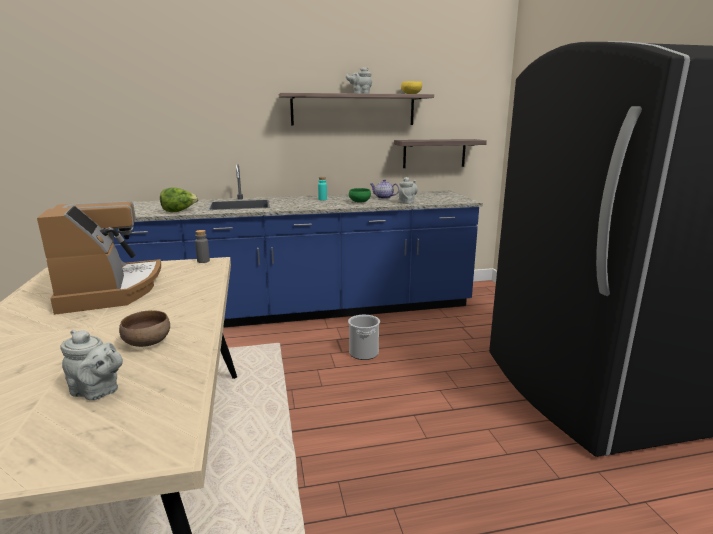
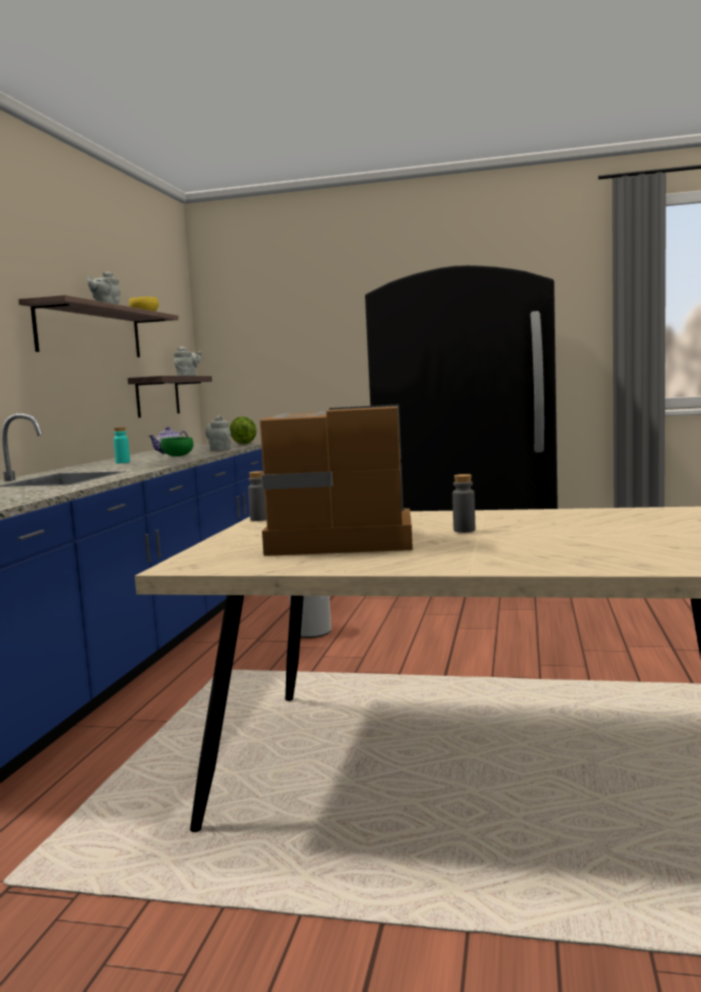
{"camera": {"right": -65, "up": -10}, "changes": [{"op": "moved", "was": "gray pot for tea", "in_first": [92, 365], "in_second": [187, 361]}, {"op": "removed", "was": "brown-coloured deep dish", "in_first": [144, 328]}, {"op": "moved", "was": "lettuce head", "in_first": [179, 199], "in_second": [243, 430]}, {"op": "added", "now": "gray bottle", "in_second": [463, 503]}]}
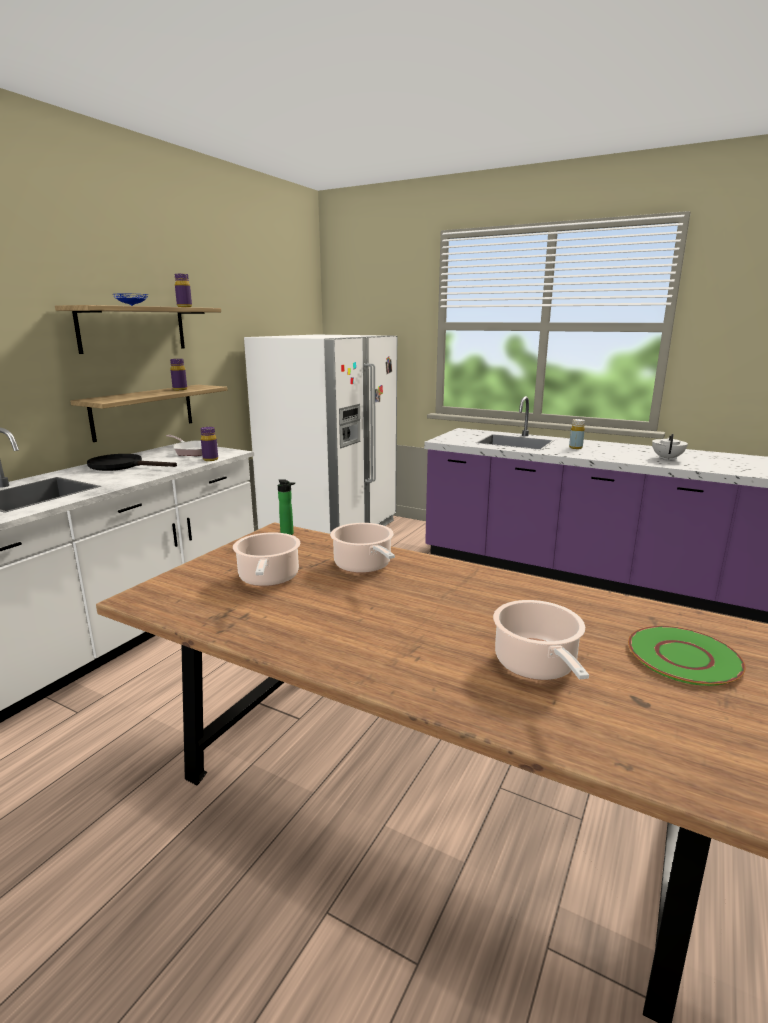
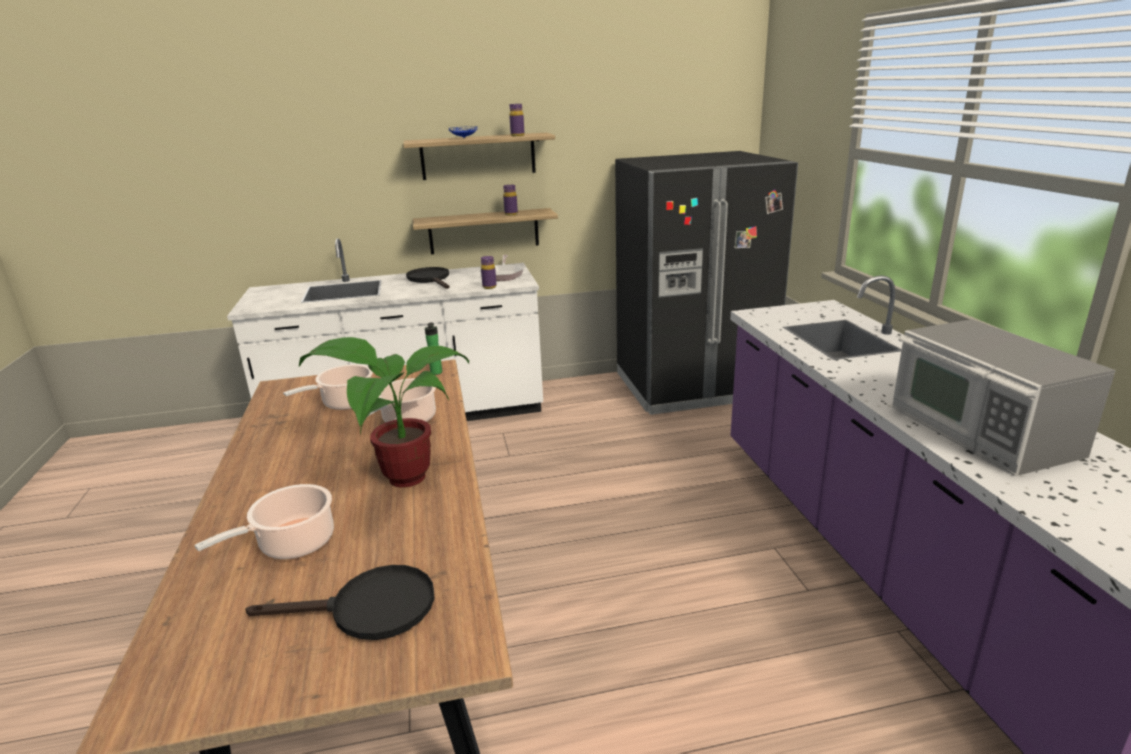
{"camera": {"right": 50, "up": 5}, "changes": [{"op": "recoloured", "was": "white-coloured kitchen fridge", "now": "black kitchen fridge", "in_first": [320, 434], "in_second": [706, 283]}, {"op": "removed", "was": "yellowish bottle", "in_first": [577, 434]}, {"op": "replaced", "was": "green plate", "now": "black frying pan", "in_first": [686, 656], "in_second": [339, 602]}, {"op": "replaced", "was": "white-coloured pot for tea", "now": "microwave oven", "in_first": [670, 447], "in_second": [1004, 397]}, {"op": "added", "now": "potted plant", "in_second": [384, 412]}]}
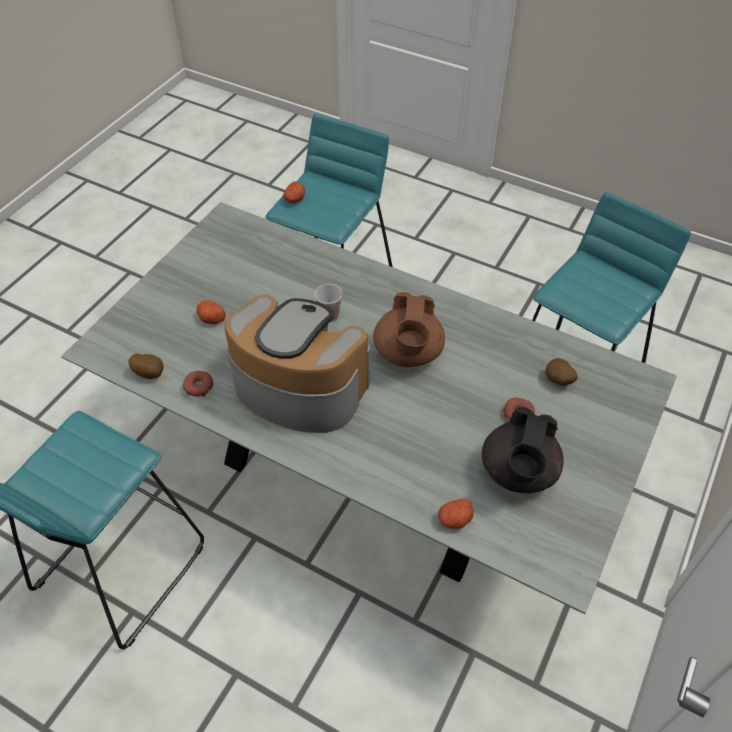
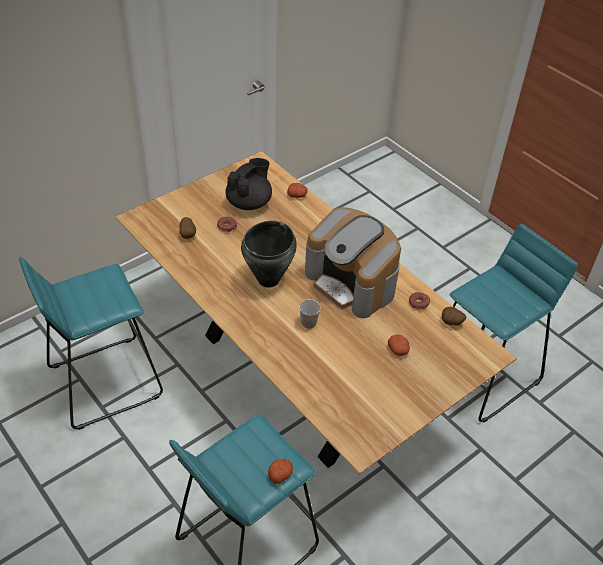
{"camera": {"right": -160, "up": -5}, "changes": [{"op": "recoloured", "was": "gray dinner table", "now": "brown-coloured dinner table", "in_first": [369, 408], "in_second": [316, 312]}, {"op": "replaced", "was": "brown-coloured pot for tea", "now": "black stockpot", "in_first": [409, 329], "in_second": [269, 254]}]}
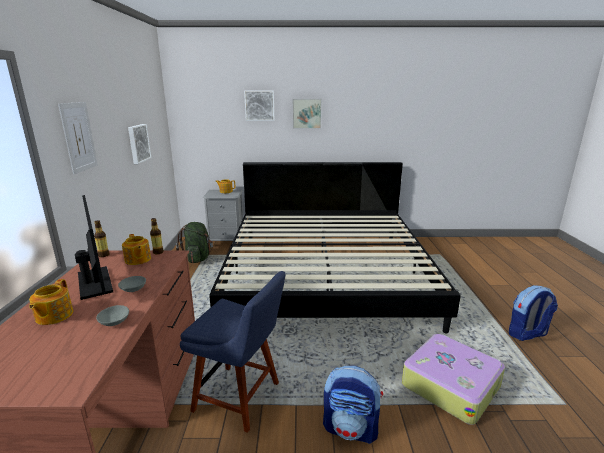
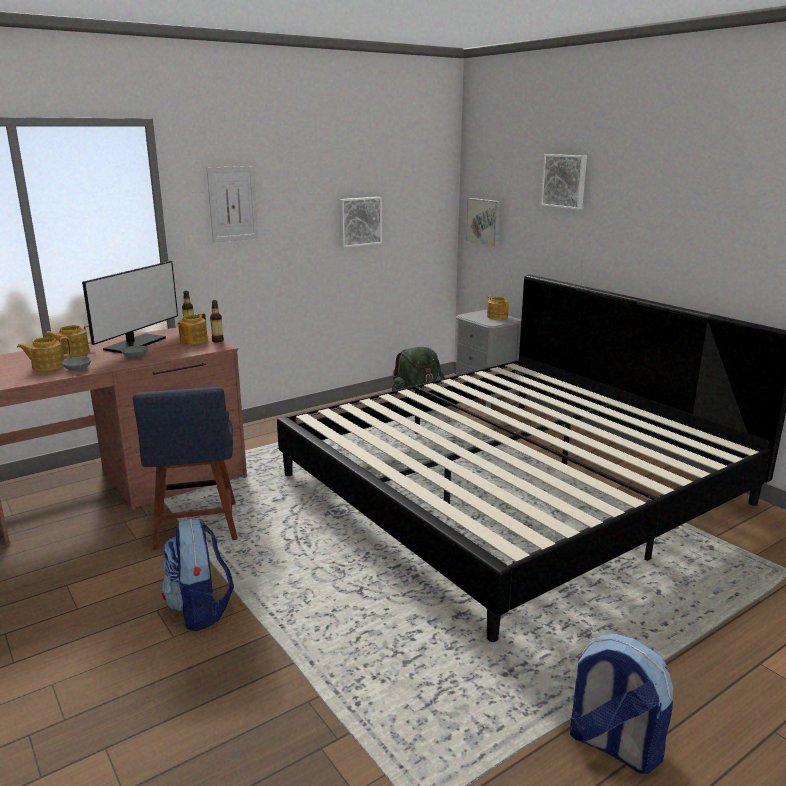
{"camera": {"right": 55, "up": 0}, "changes": [{"op": "moved", "was": "wall picture", "in_first": [307, 114], "in_second": [483, 222]}, {"op": "removed", "was": "suitcase", "in_first": [453, 379]}, {"op": "added", "now": "pot for tea", "in_second": [44, 354]}]}
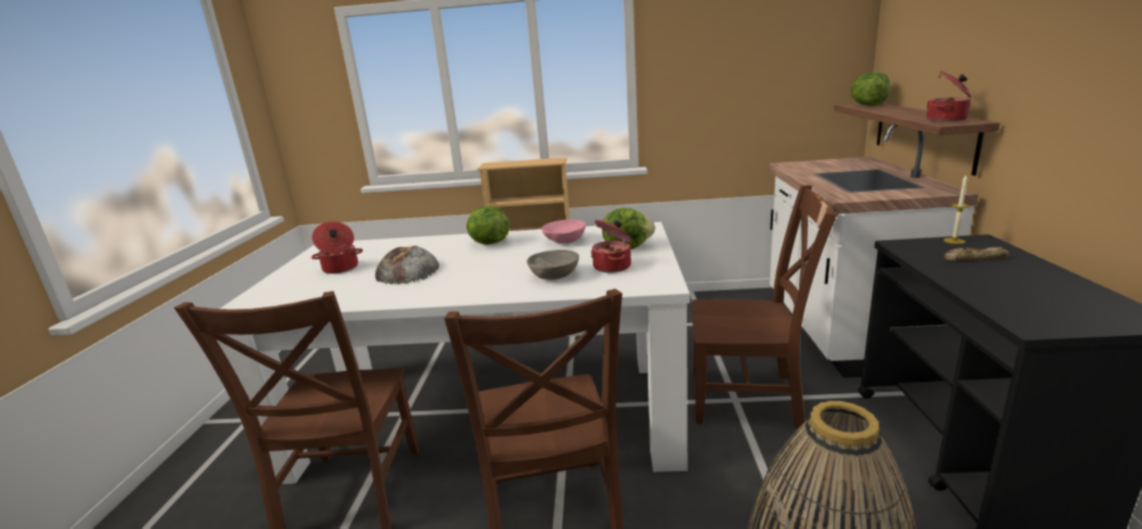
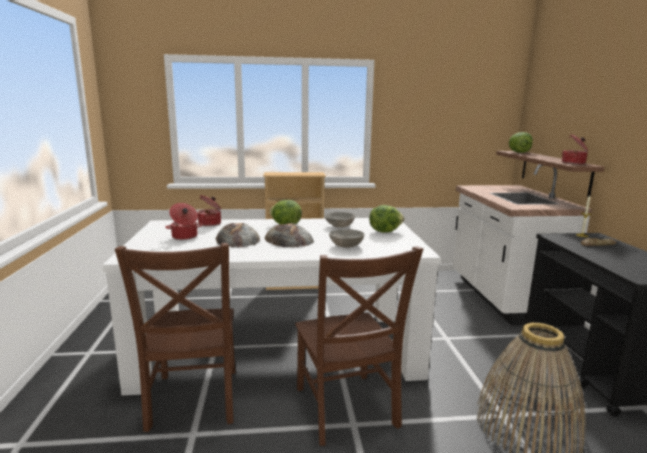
{"camera": {"right": -10, "up": -5}, "changes": [{"op": "recoloured", "was": "pinkish deep dish", "now": "gray deep dish", "in_first": [563, 232], "in_second": [340, 219]}, {"op": "moved", "was": "stockpot", "in_first": [611, 246], "in_second": [209, 210]}, {"op": "removed", "was": "brown-coloured chair", "in_first": [765, 307]}, {"op": "added", "now": "bread", "in_second": [289, 235]}]}
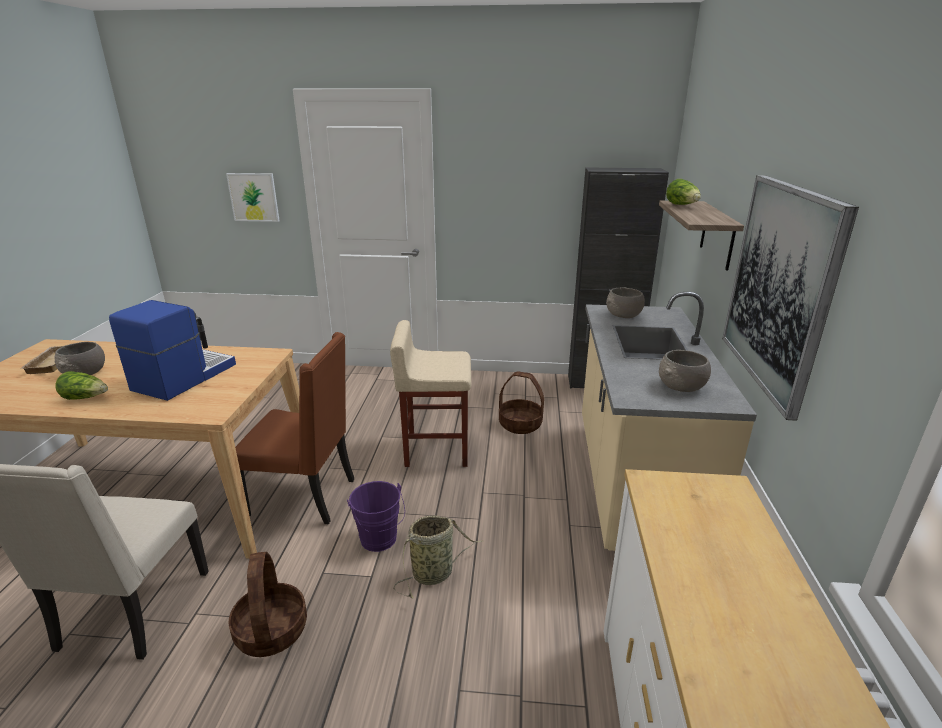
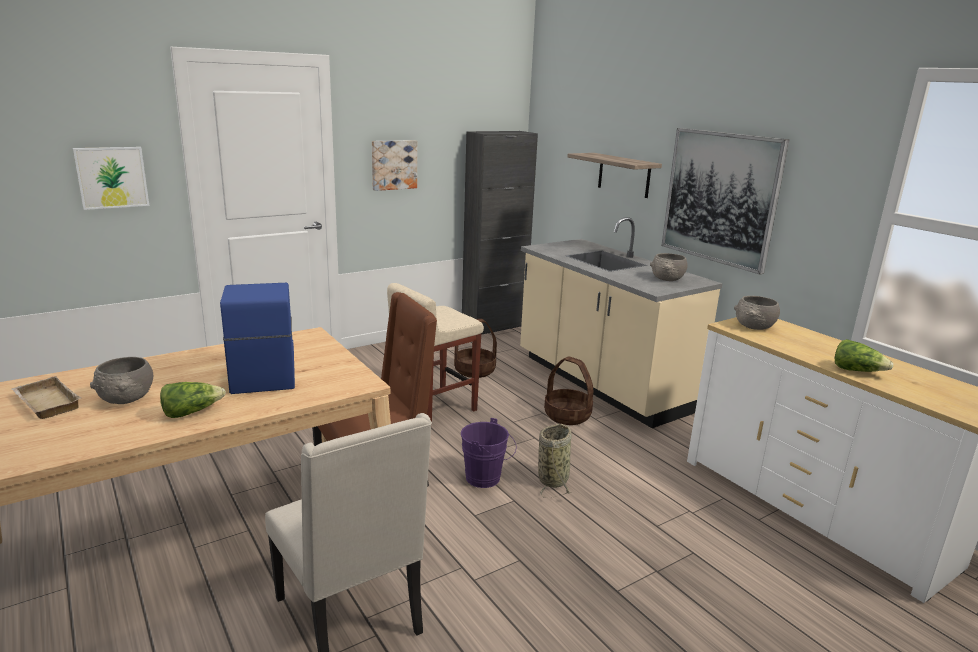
{"camera": {"right": -40, "up": -5}, "changes": [{"op": "moved", "was": "household basket", "in_first": [267, 604], "in_second": [569, 391]}, {"op": "moved", "was": "gray deep dish", "in_first": [625, 302], "in_second": [757, 313]}, {"op": "moved", "was": "lettuce head", "in_first": [683, 192], "in_second": [864, 355]}, {"op": "added", "now": "wall picture", "in_second": [394, 165]}]}
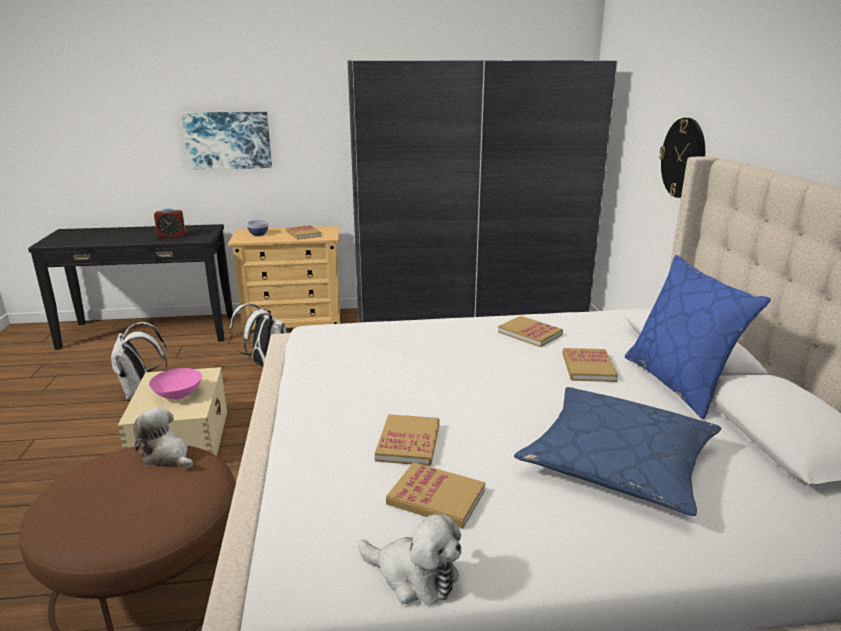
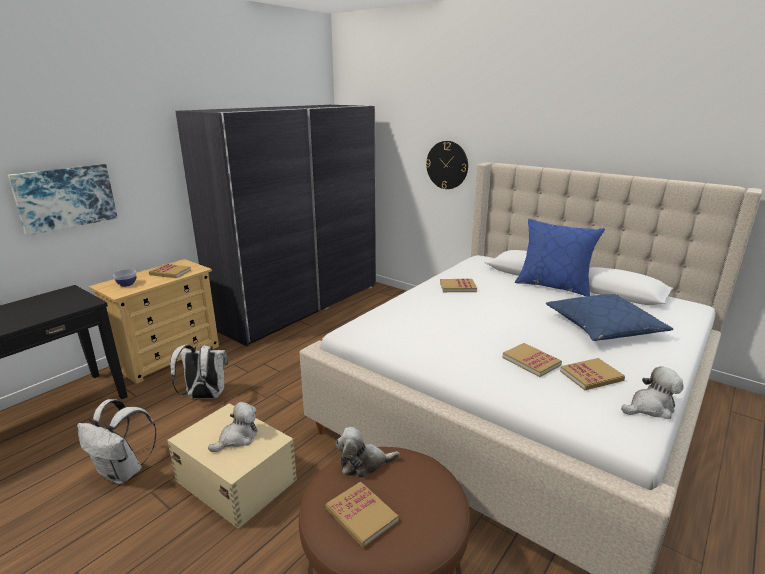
{"camera": {"right": -45, "up": 0}, "changes": [{"op": "replaced", "was": "pinkish deep dish", "now": "soft toy", "in_first": [175, 384], "in_second": [233, 426]}, {"op": "removed", "was": "bedside clock", "in_first": [170, 223]}, {"op": "moved", "was": "volume", "in_first": [590, 365], "in_second": [362, 515]}]}
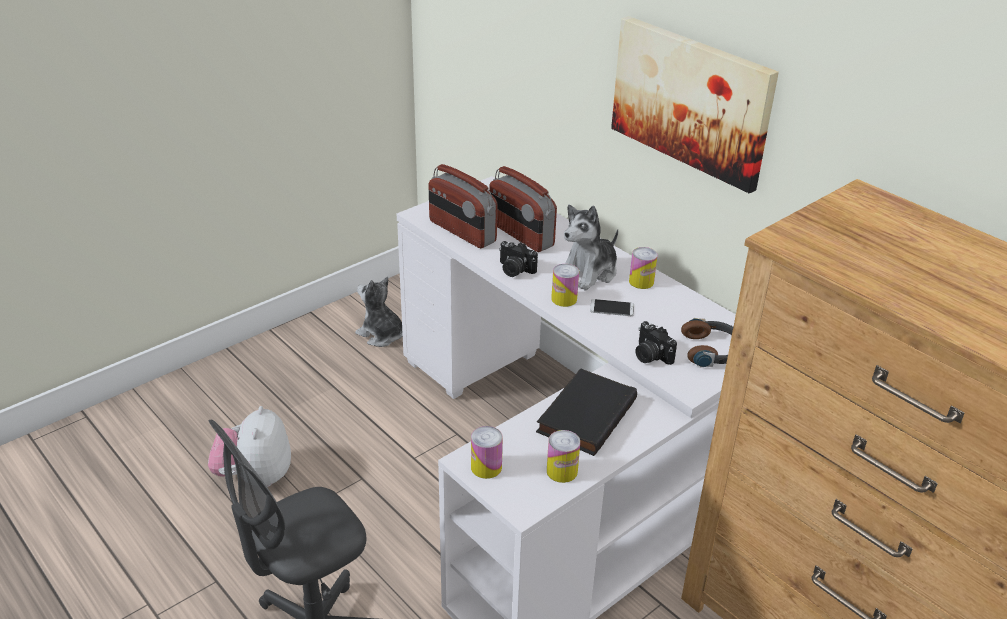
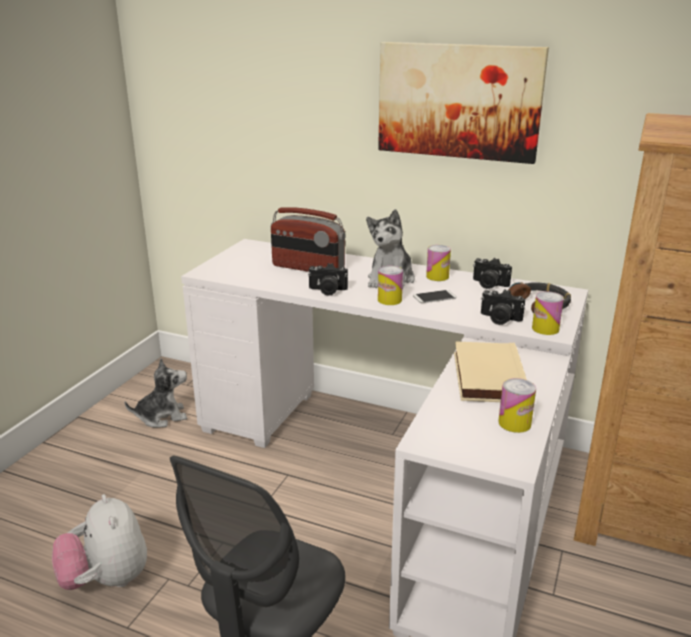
{"camera": {"right": -25, "up": -10}, "changes": [{"op": "turned", "was": "soft toy", "in_first": [379, 312], "in_second": [155, 393], "clockwise": 150}, {"op": "removed", "was": "radio", "in_first": [463, 206]}, {"op": "moved", "was": "metal can", "in_first": [487, 452], "in_second": [548, 313]}, {"op": "recoloured", "was": "black volume", "now": "beige-coloured volume", "in_first": [586, 412], "in_second": [490, 371]}, {"op": "added", "now": "still camera", "in_second": [492, 273]}]}
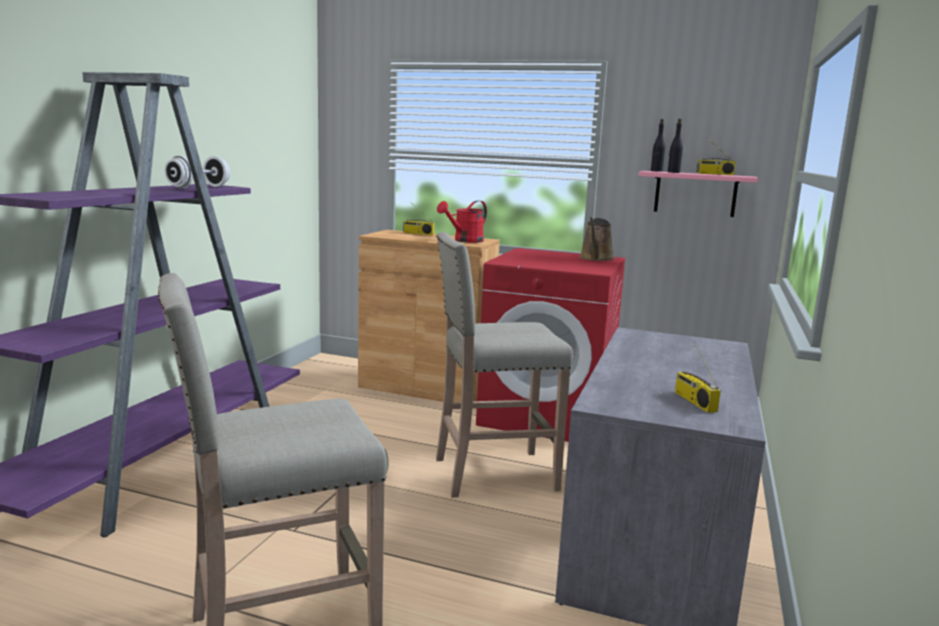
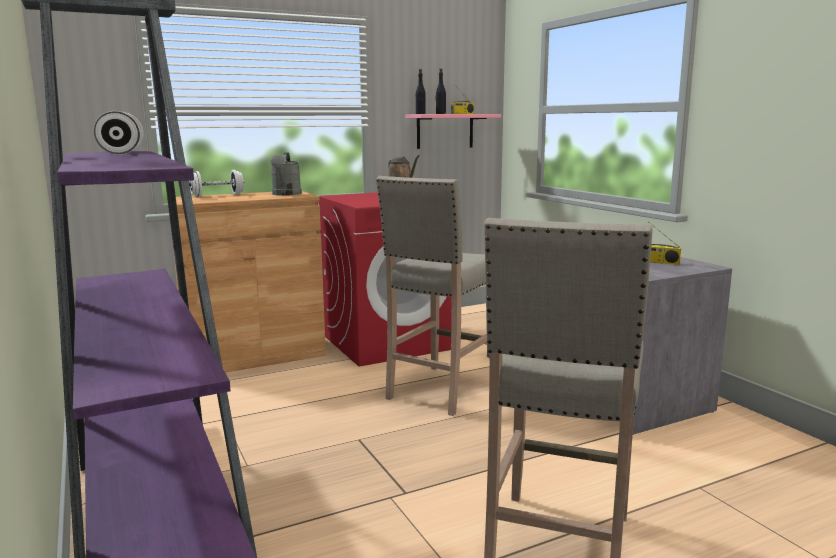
{"camera": {"right": -45, "up": 0}, "changes": [{"op": "replaced", "was": "radio", "now": "white-coloured dumbbell", "in_first": [418, 220], "in_second": [216, 183]}, {"op": "recoloured", "was": "reddish sprinkling can", "now": "gray sprinkling can", "in_first": [462, 222], "in_second": [286, 174]}]}
